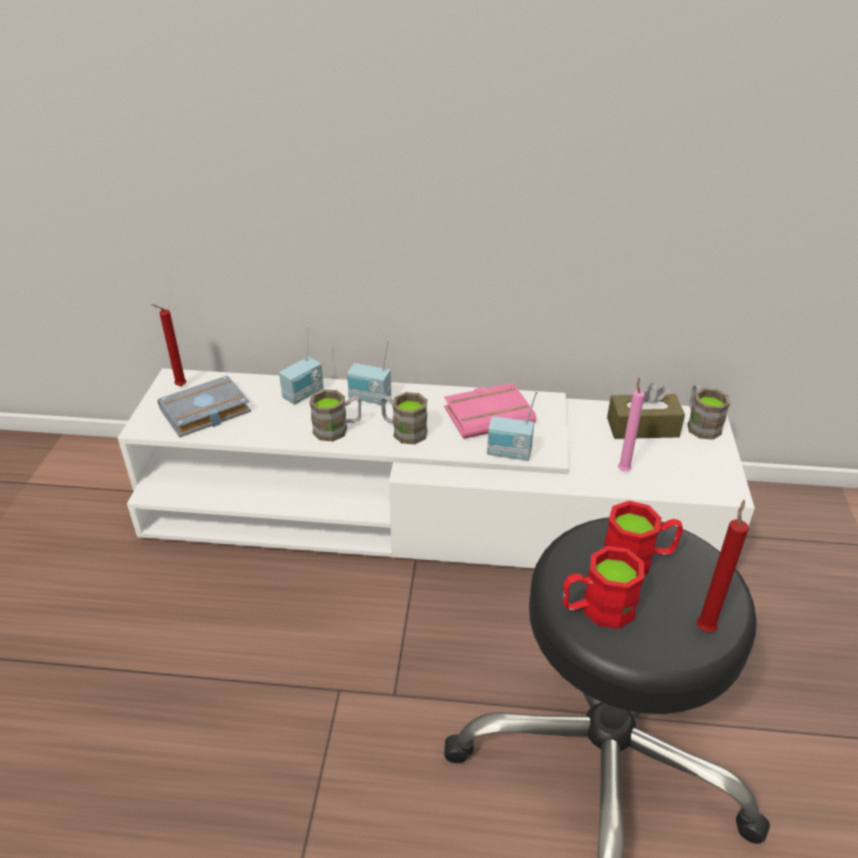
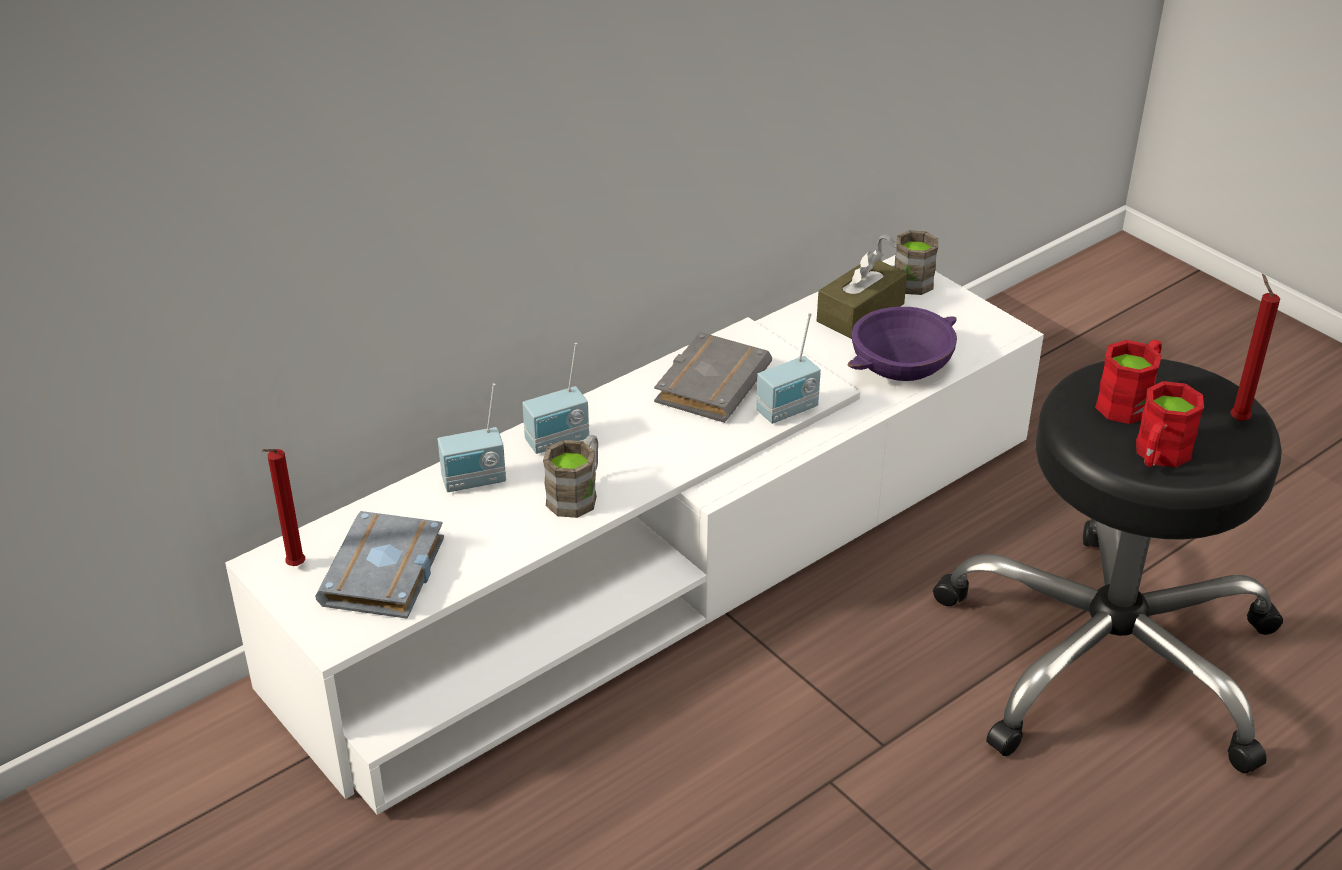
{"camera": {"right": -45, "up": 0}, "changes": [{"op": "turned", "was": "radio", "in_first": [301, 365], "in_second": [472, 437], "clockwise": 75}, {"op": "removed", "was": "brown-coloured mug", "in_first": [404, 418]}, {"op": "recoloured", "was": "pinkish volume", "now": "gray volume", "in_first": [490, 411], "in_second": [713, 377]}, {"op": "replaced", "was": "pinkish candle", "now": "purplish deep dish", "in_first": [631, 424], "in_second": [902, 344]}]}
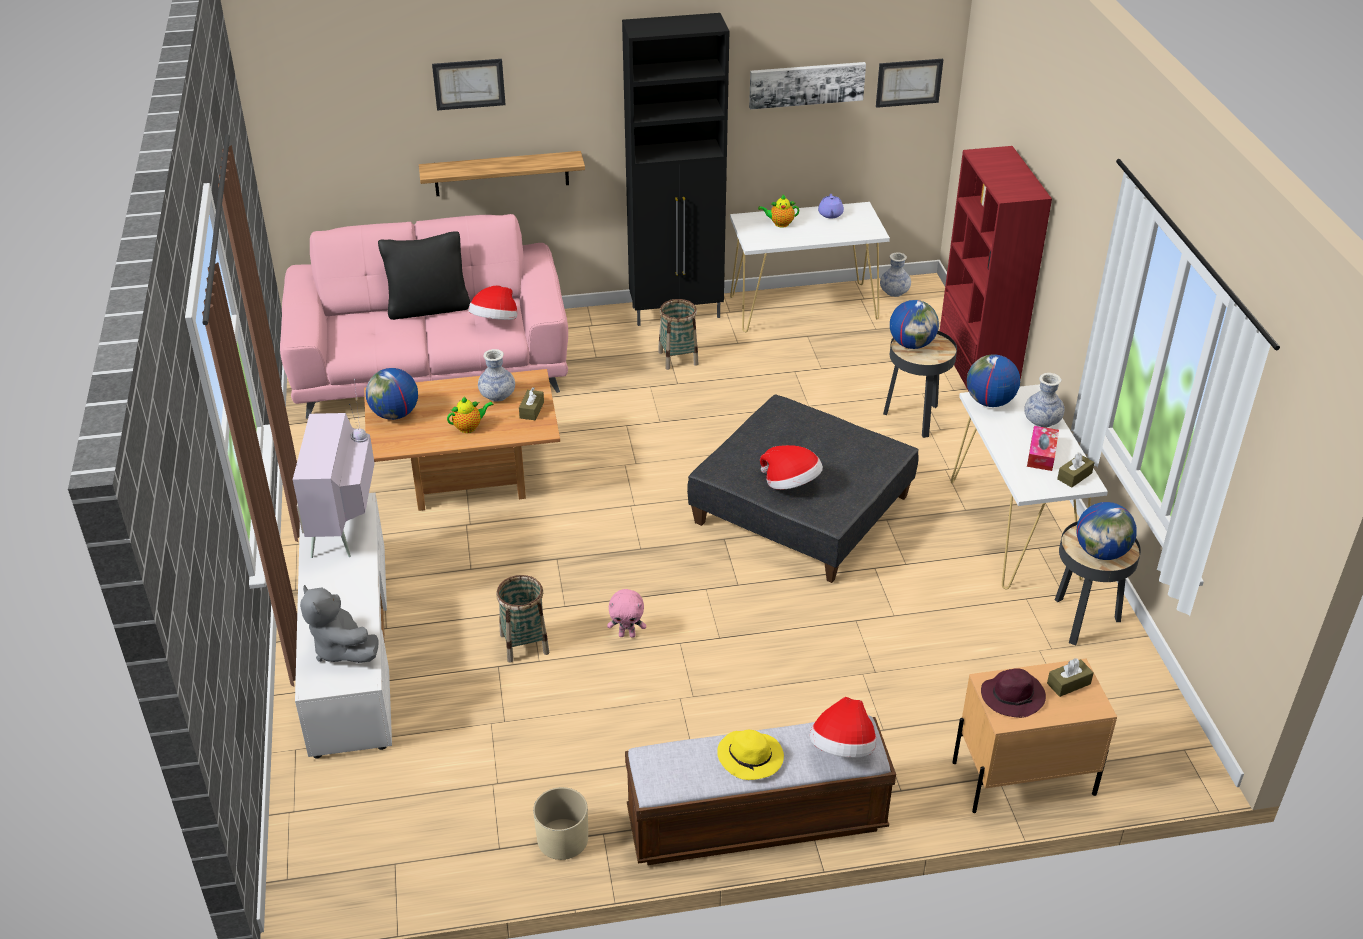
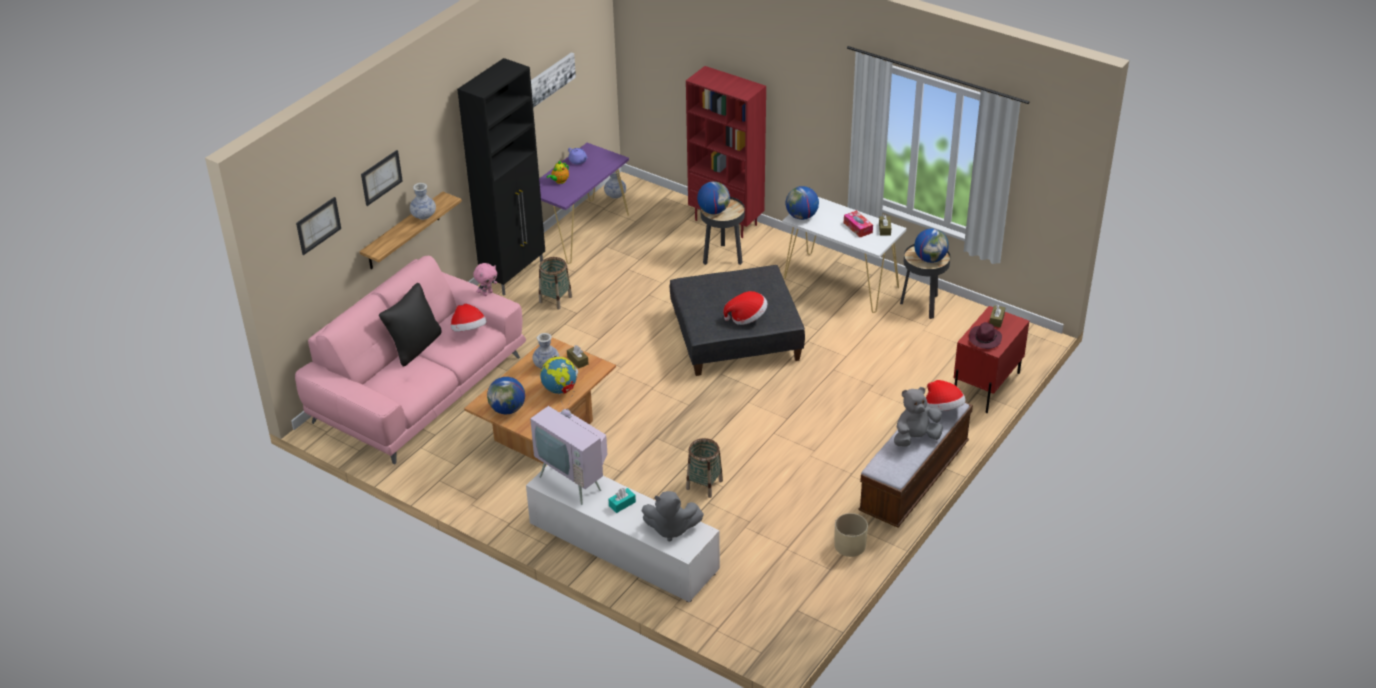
{"camera": {"right": -45, "up": 0}, "changes": [{"op": "replaced", "was": "pot for tea", "now": "desk globe", "in_first": [470, 415], "in_second": [559, 374]}, {"op": "moved", "was": "pinkish soft toy", "in_first": [626, 613], "in_second": [485, 279]}, {"op": "replaced", "was": "yellowish clothing hat", "now": "gray soft toy", "in_first": [750, 755], "in_second": [918, 417]}, {"op": "recoloured", "was": "white-coloured console table", "now": "purplish console table", "in_first": [810, 267], "in_second": [584, 203]}, {"op": "moved", "was": "wall picture", "in_first": [909, 83], "in_second": [318, 226]}, {"op": "recoloured", "was": "beige-coloured bedside table", "now": "reddish bedside table", "in_first": [1034, 736], "in_second": [991, 359]}, {"op": "moved", "was": "flower vase", "in_first": [1044, 400], "in_second": [423, 201]}, {"op": "added", "now": "turquoise tissue holder", "in_second": [622, 500]}]}
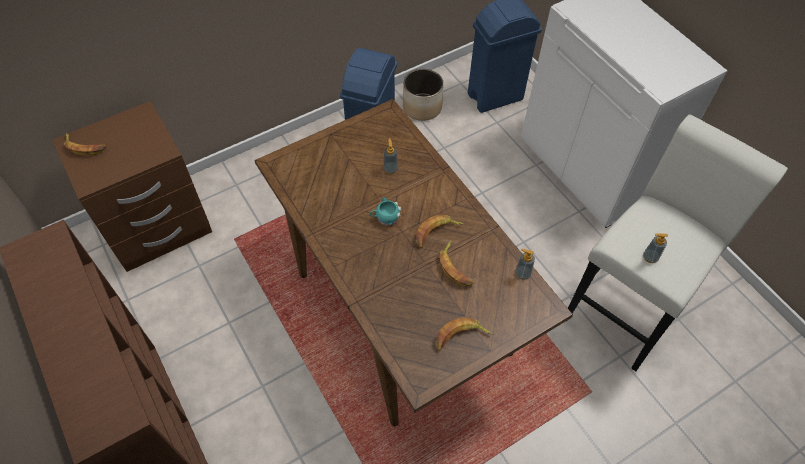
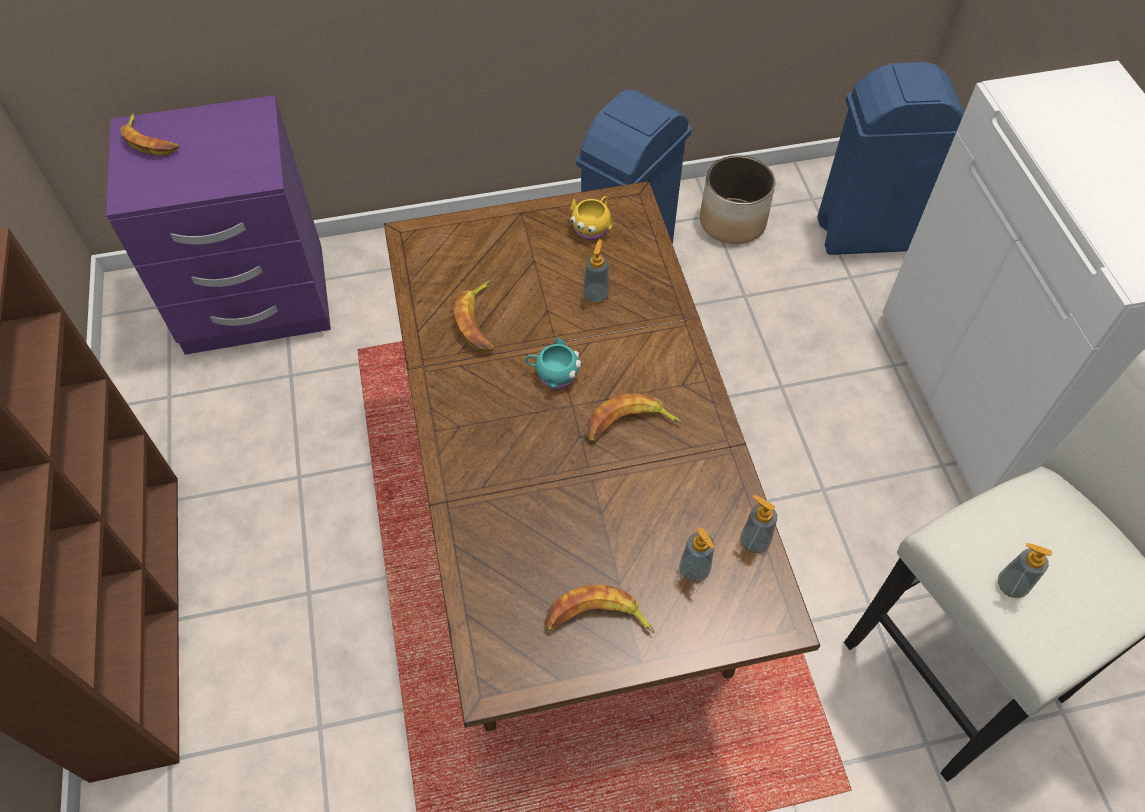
{"camera": {"right": 20, "up": 0}, "changes": [{"op": "recoloured", "was": "brown-coloured bedside table", "now": "purplish bedside table", "in_first": [132, 186], "in_second": [218, 225]}, {"op": "moved", "was": "banana", "in_first": [457, 263], "in_second": [474, 316]}, {"op": "added", "now": "yellowish mug", "in_second": [592, 218]}, {"op": "added", "now": "soap bottle", "in_second": [697, 554]}]}
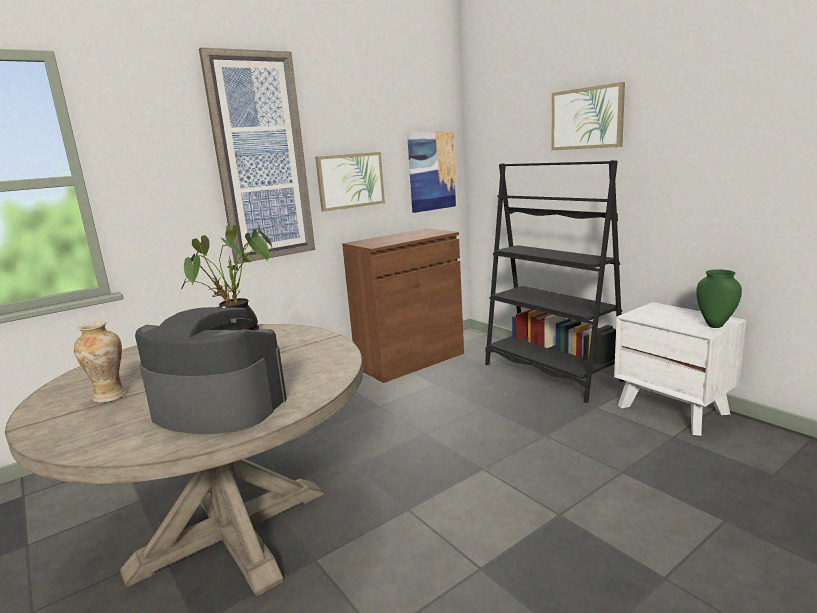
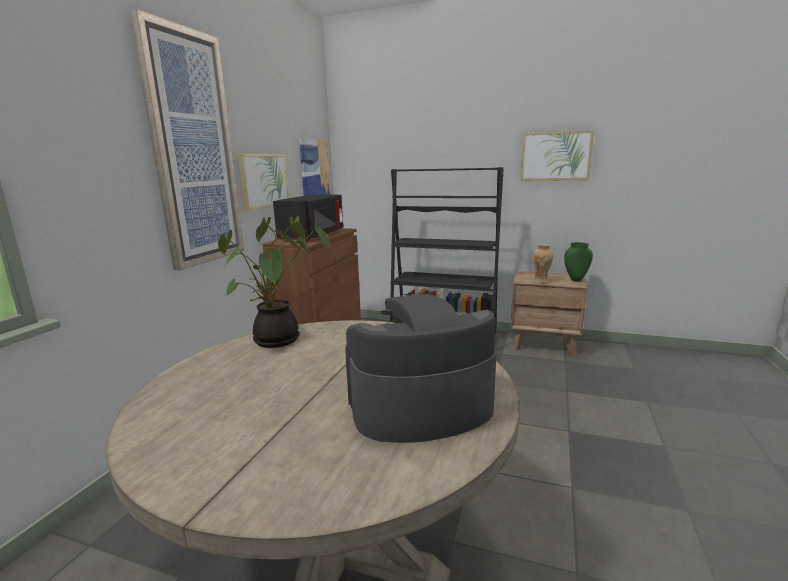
{"camera": {"right": -35, "up": 0}, "changes": [{"op": "moved", "was": "flower vase", "in_first": [100, 362], "in_second": [543, 263]}, {"op": "moved", "was": "wall picture", "in_first": [588, 116], "in_second": [557, 155]}, {"op": "recoloured", "was": "white-coloured bedside table", "now": "brown-coloured bedside table", "in_first": [680, 369], "in_second": [548, 314]}, {"op": "added", "now": "black microwave oven", "in_second": [308, 217]}]}
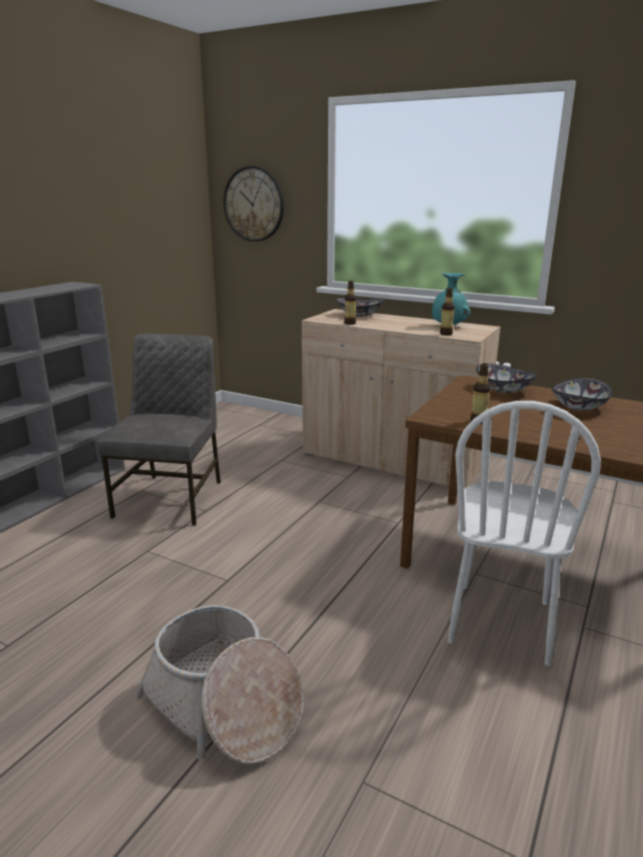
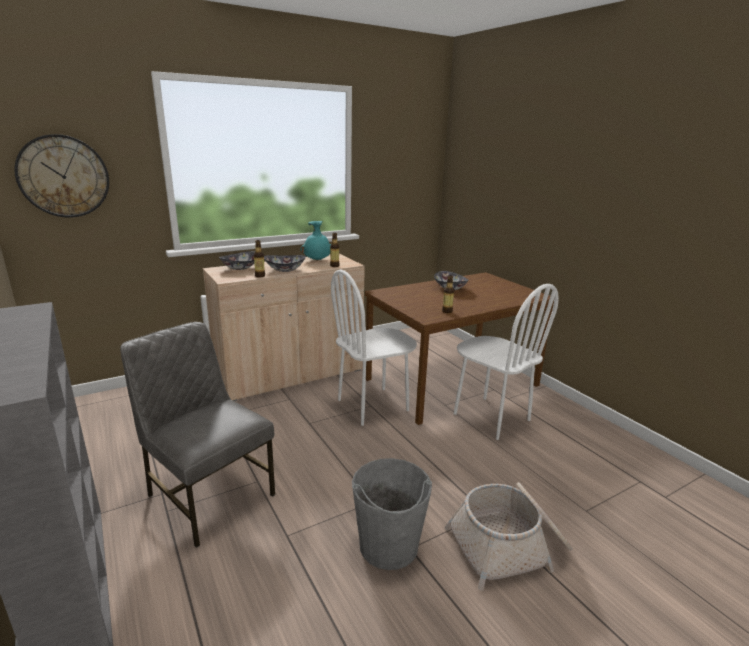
{"camera": {"right": -60, "up": 0}, "changes": [{"op": "moved", "was": "deep dish", "in_first": [507, 378], "in_second": [285, 263]}, {"op": "added", "now": "white-coloured chair", "in_second": [374, 348]}, {"op": "added", "now": "gray bucket", "in_second": [392, 514]}]}
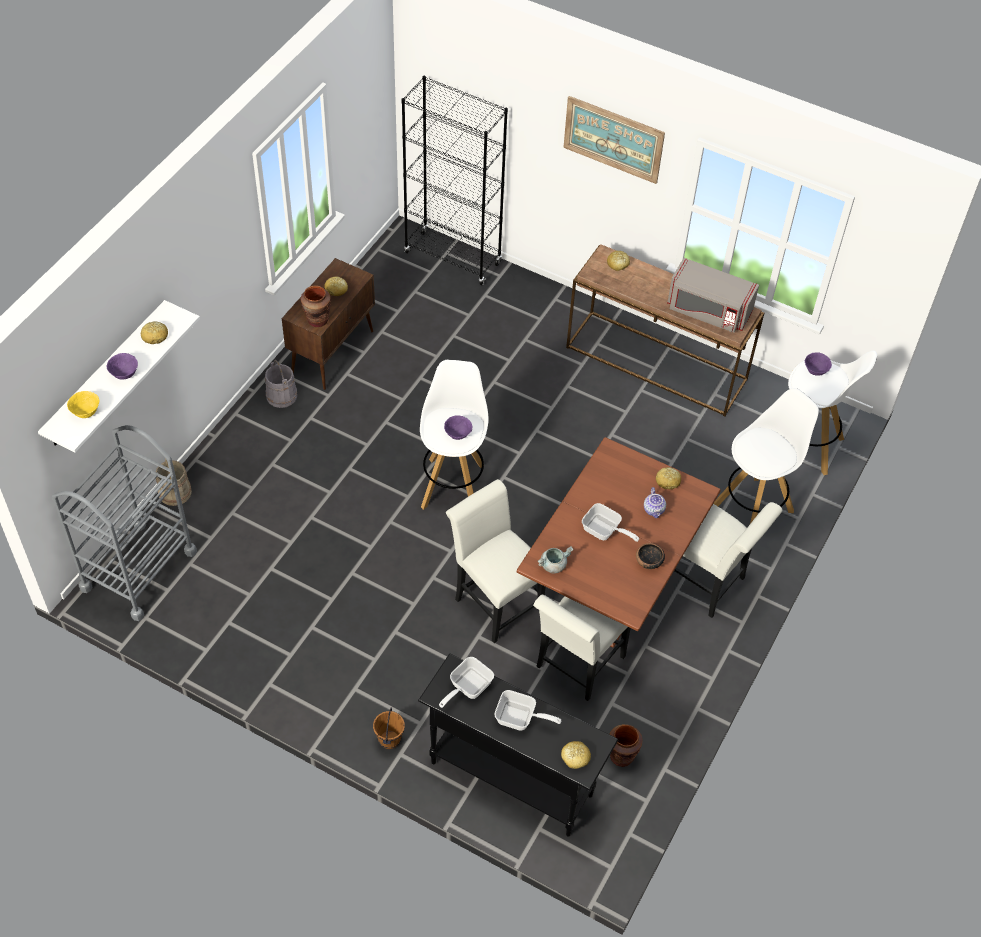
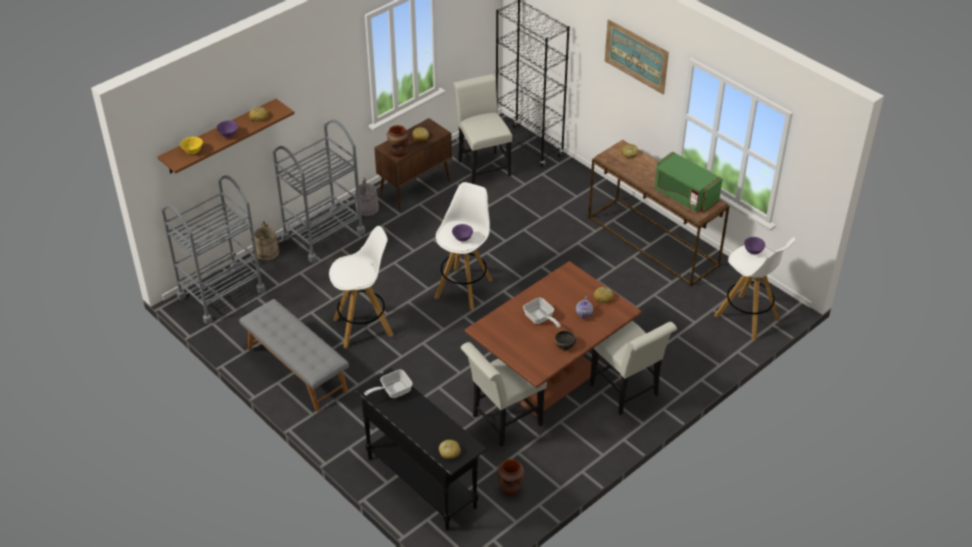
{"camera": {"right": 20, "up": -10}, "changes": [{"op": "recoloured", "was": "white-coloured shelf", "now": "brown-coloured shelf", "in_first": [119, 376], "in_second": [226, 136]}, {"op": "removed", "was": "brown-coloured bucket", "in_first": [389, 728]}, {"op": "moved", "was": "white-coloured chair", "in_first": [496, 561], "in_second": [482, 129]}, {"op": "removed", "was": "frying pan", "in_first": [527, 710]}, {"op": "removed", "was": "gray stockpot", "in_first": [555, 560]}, {"op": "recoloured", "was": "gray microwave oven", "now": "green microwave oven", "in_first": [713, 295], "in_second": [688, 182]}, {"op": "moved", "was": "white-coloured stool seat", "in_first": [766, 456], "in_second": [361, 287]}, {"op": "added", "now": "gray bench", "in_second": [294, 355]}, {"op": "added", "now": "gray trolley", "in_second": [318, 191]}]}
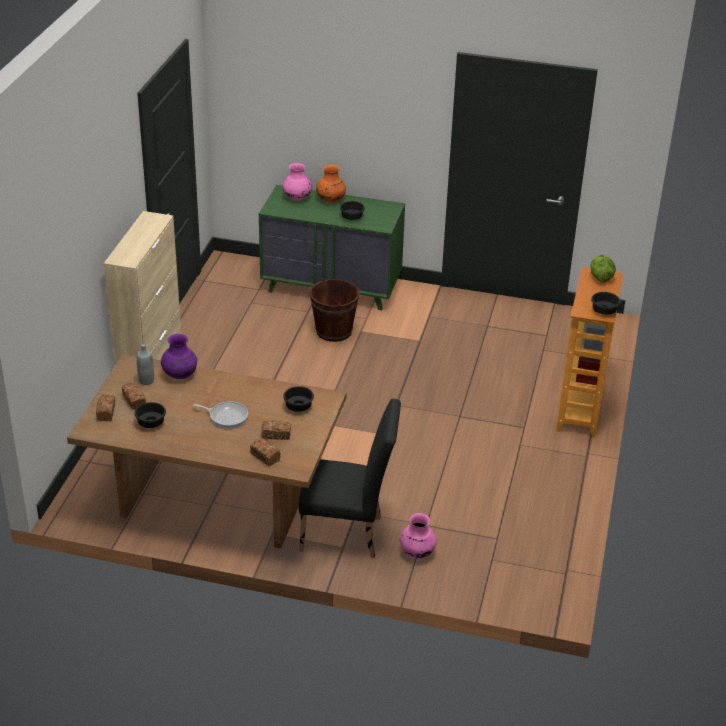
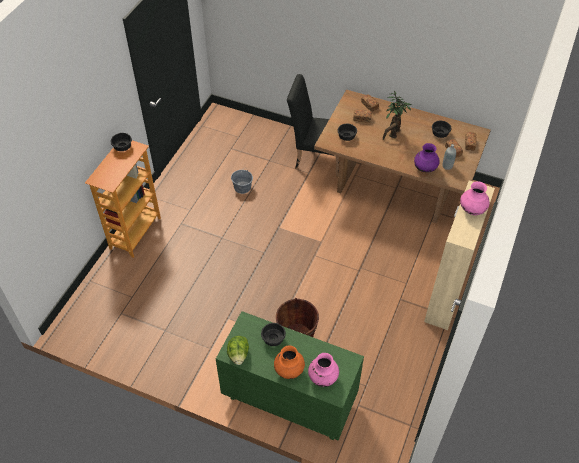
{"camera": {"right": -170, "up": 15}, "changes": [{"op": "replaced", "was": "frying pan", "now": "potted plant", "in_first": [220, 414], "in_second": [397, 115]}, {"op": "moved", "was": "pinkish flower vase", "in_first": [418, 536], "in_second": [475, 198]}, {"op": "moved", "was": "lettuce head", "in_first": [603, 269], "in_second": [238, 350]}, {"op": "added", "now": "gray bucket", "in_second": [242, 181]}]}
